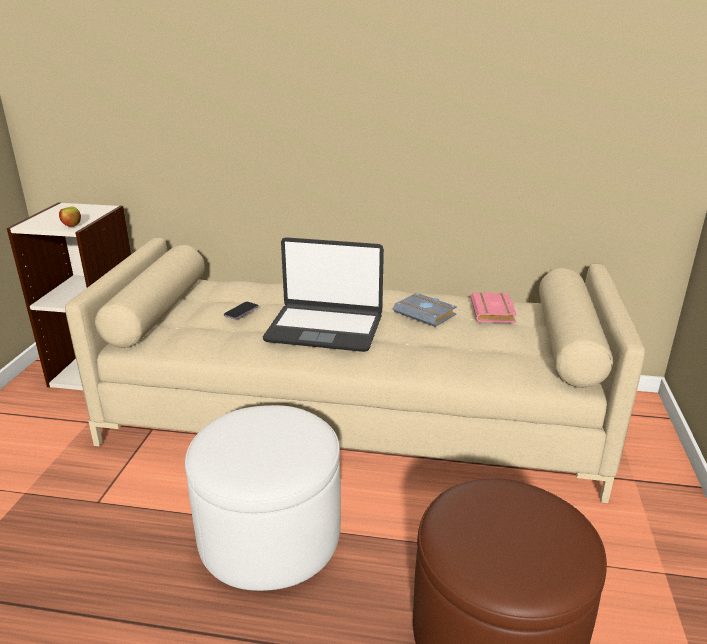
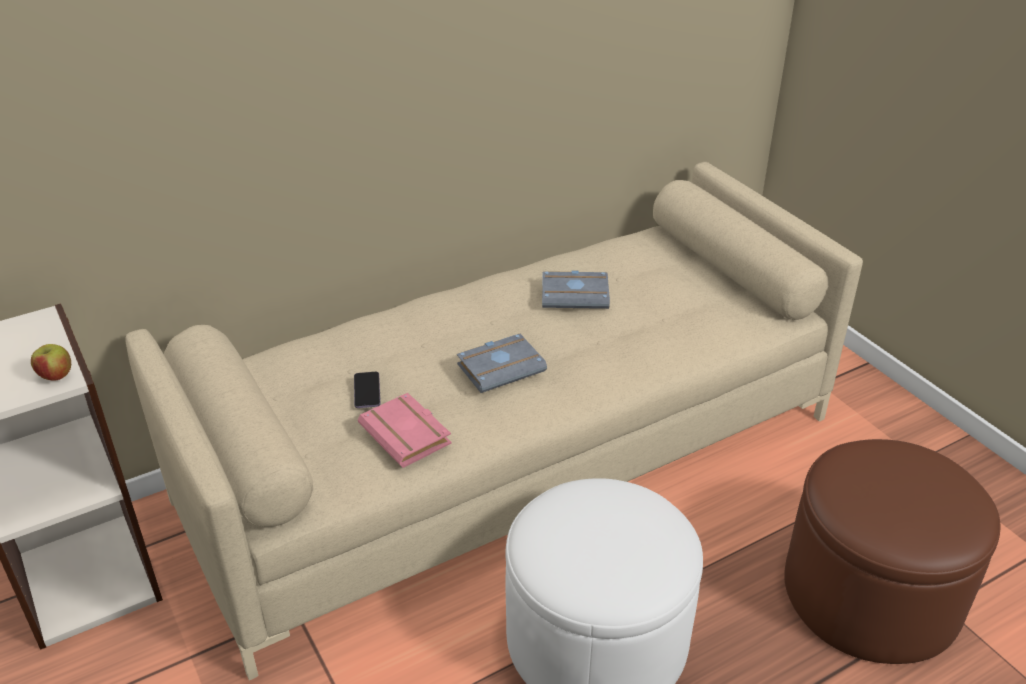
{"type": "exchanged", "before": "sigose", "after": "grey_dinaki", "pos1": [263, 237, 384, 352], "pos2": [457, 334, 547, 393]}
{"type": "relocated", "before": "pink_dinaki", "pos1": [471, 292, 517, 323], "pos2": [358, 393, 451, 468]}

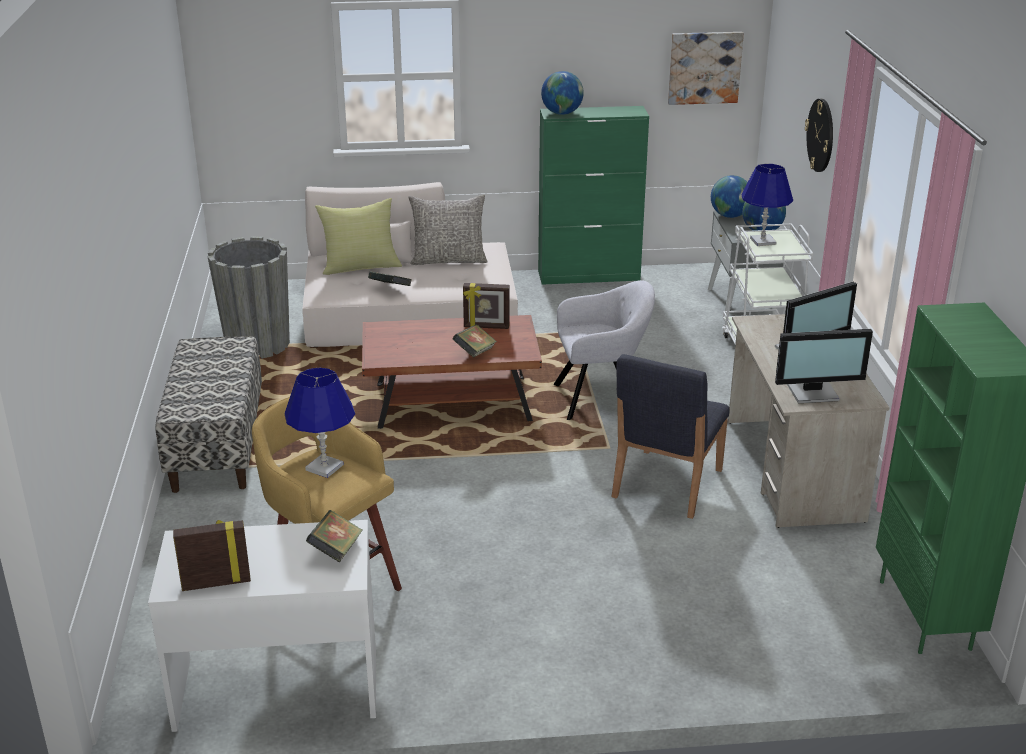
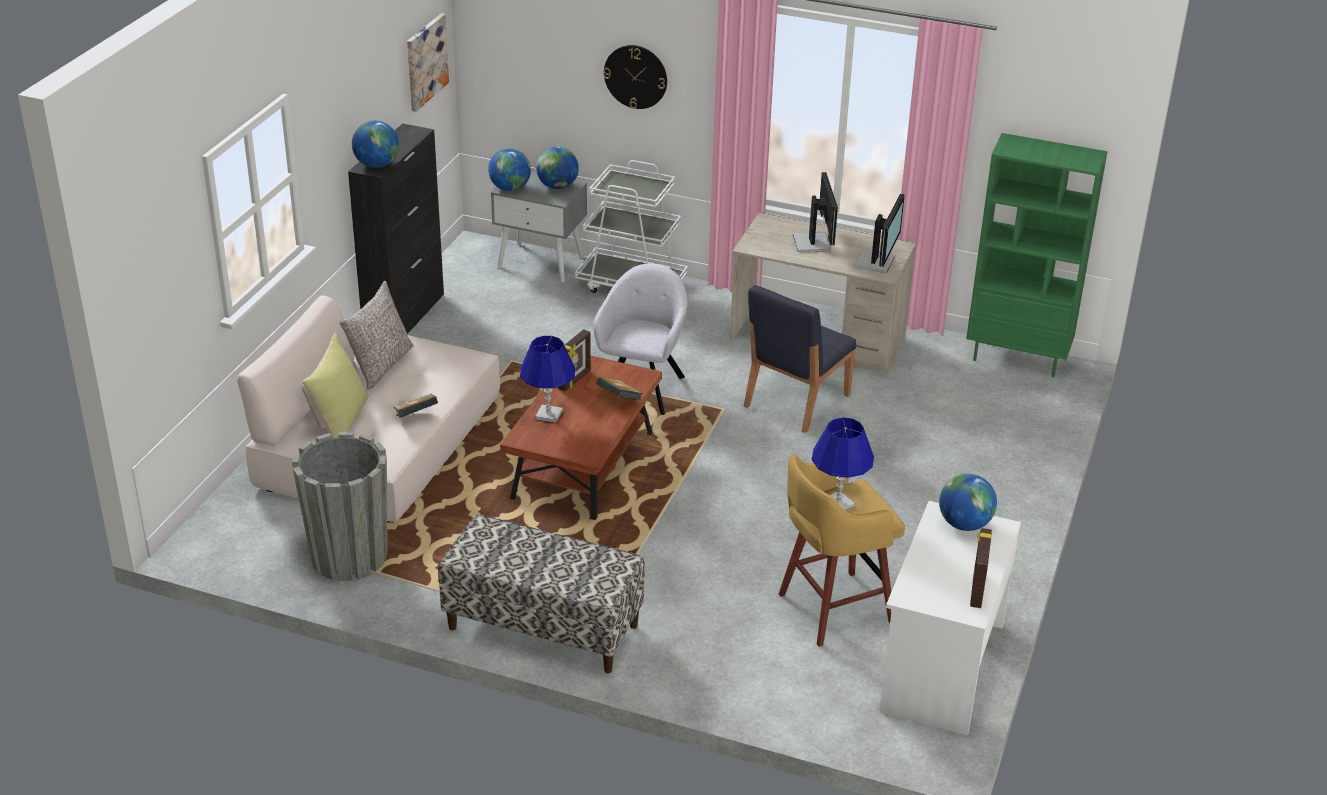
{"type": "colour", "before": "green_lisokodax", "after": "black_lisokodax", "pos1": [538, 106, 649, 285], "pos2": [348, 123, 444, 334]}
{"type": "relocated", "before": "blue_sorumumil", "pos1": [742, 164, 793, 246], "pos2": [520, 336, 575, 423]}
{"type": "spun", "before": "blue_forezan", "pos1": [612, 354, 730, 519], "pos2": [743, 285, 856, 433], "turn": 75}
{"type": "exchanged", "before": "dinaki", "after": "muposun", "pos1": [306, 510, 363, 563], "pos2": [939, 474, 997, 531]}

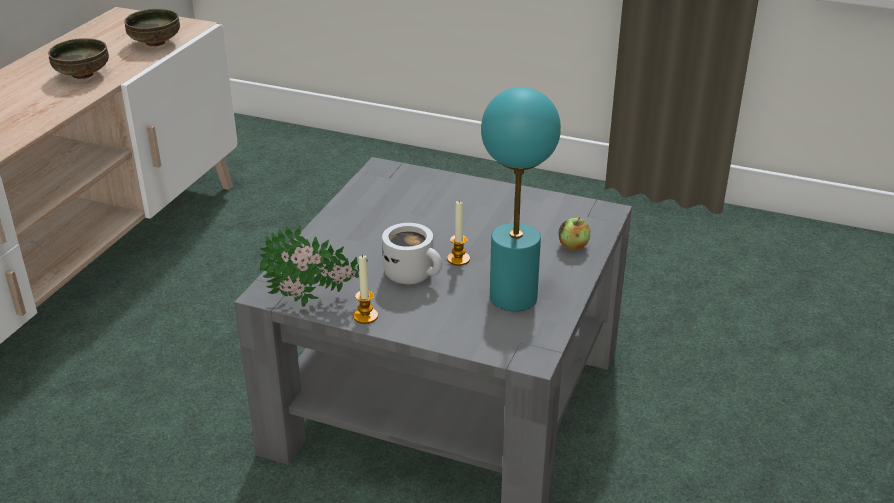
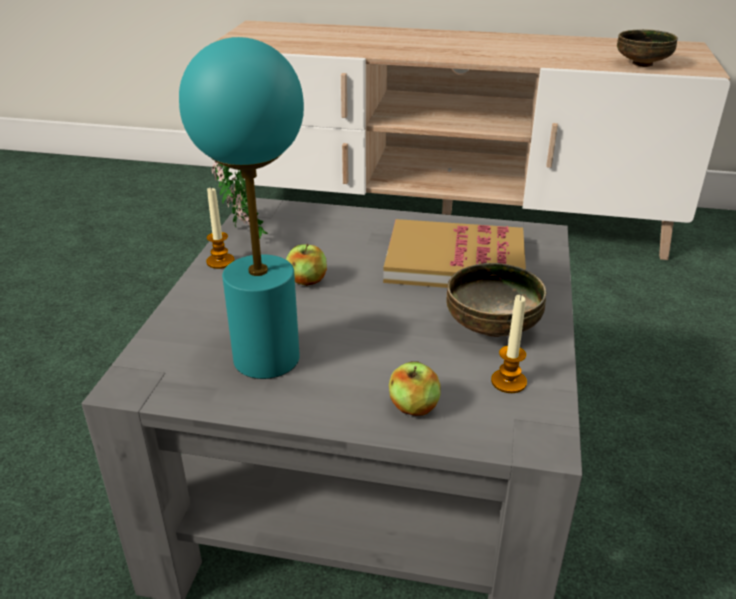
{"type": "relocated", "before": "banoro", "pos1": [48, 38, 109, 79], "pos2": [446, 263, 546, 337]}
{"type": "relocated", "before": "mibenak", "pos1": [447, 201, 470, 266], "pos2": [491, 295, 527, 393]}
{"type": "exchanged", "before": "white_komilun", "after": "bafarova", "pos1": [382, 223, 442, 284], "pos2": [286, 244, 327, 286]}
{"type": "appeared", "after": "dinaki", "pos2": [383, 219, 526, 288]}

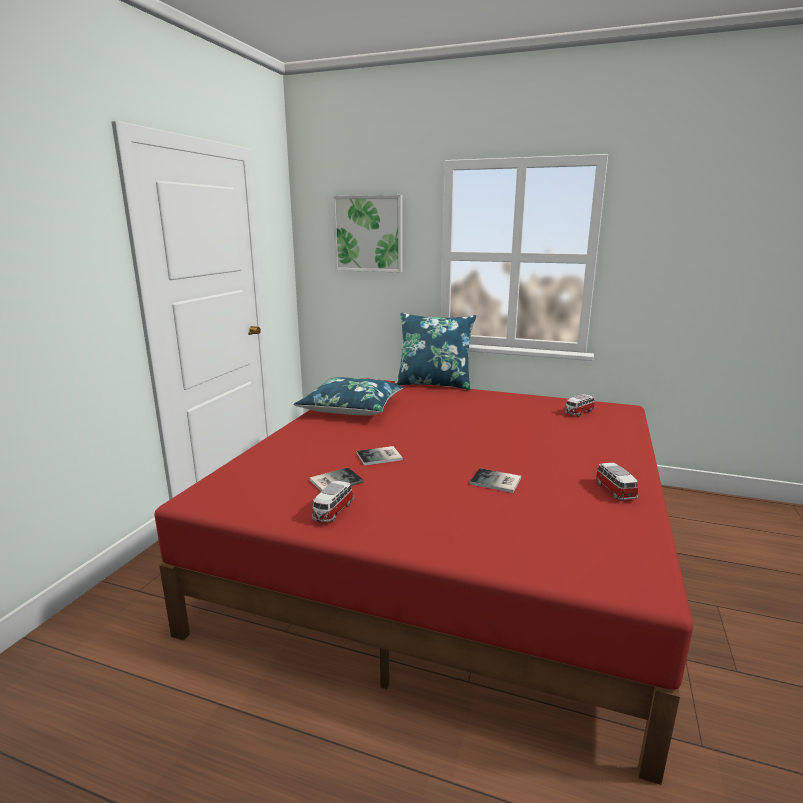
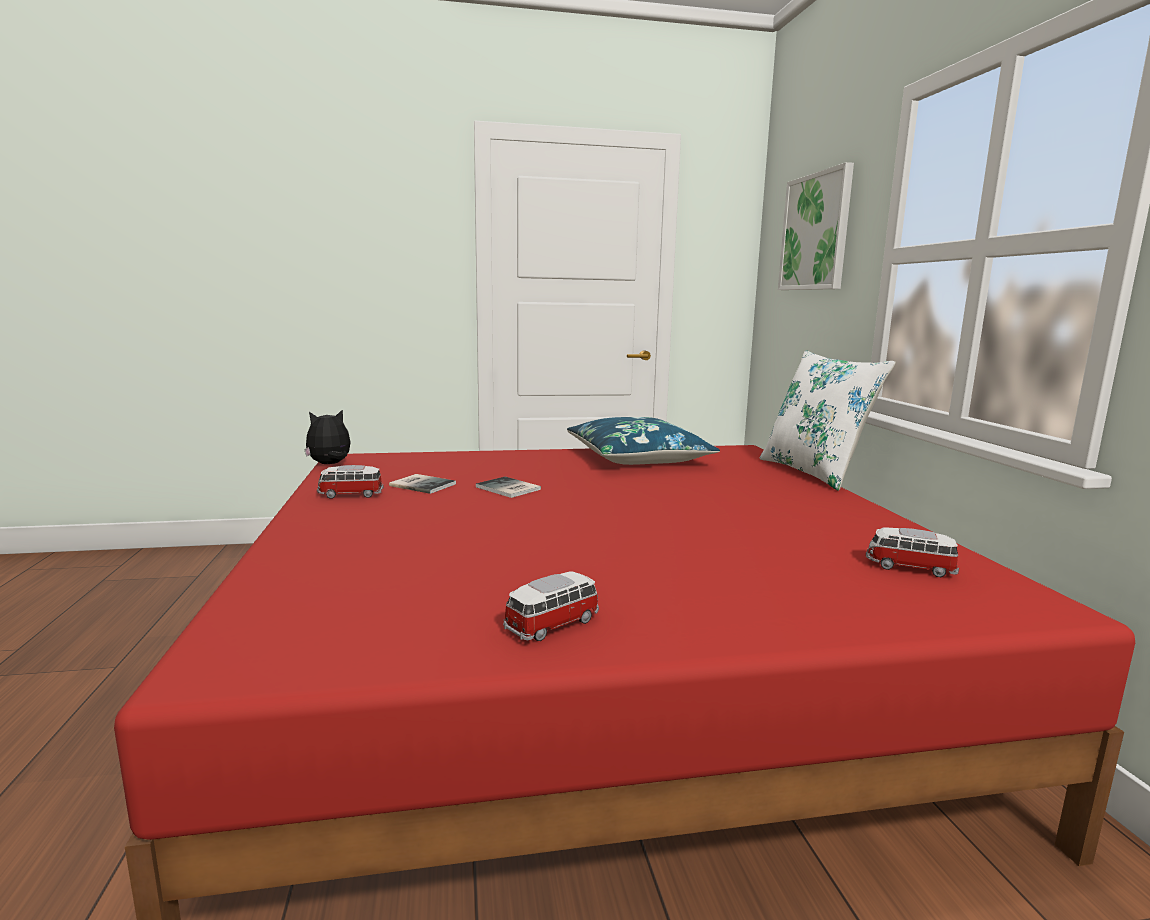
{"type": "colour", "before": "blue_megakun", "after": "white_megakun", "pos1": [395, 313, 476, 390], "pos2": [760, 351, 895, 491]}
{"type": "missing", "before": "dinaki", "pos1": [470, 468, 521, 493]}
{"type": "appeared", "after": "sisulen", "pos2": [304, 409, 351, 464]}

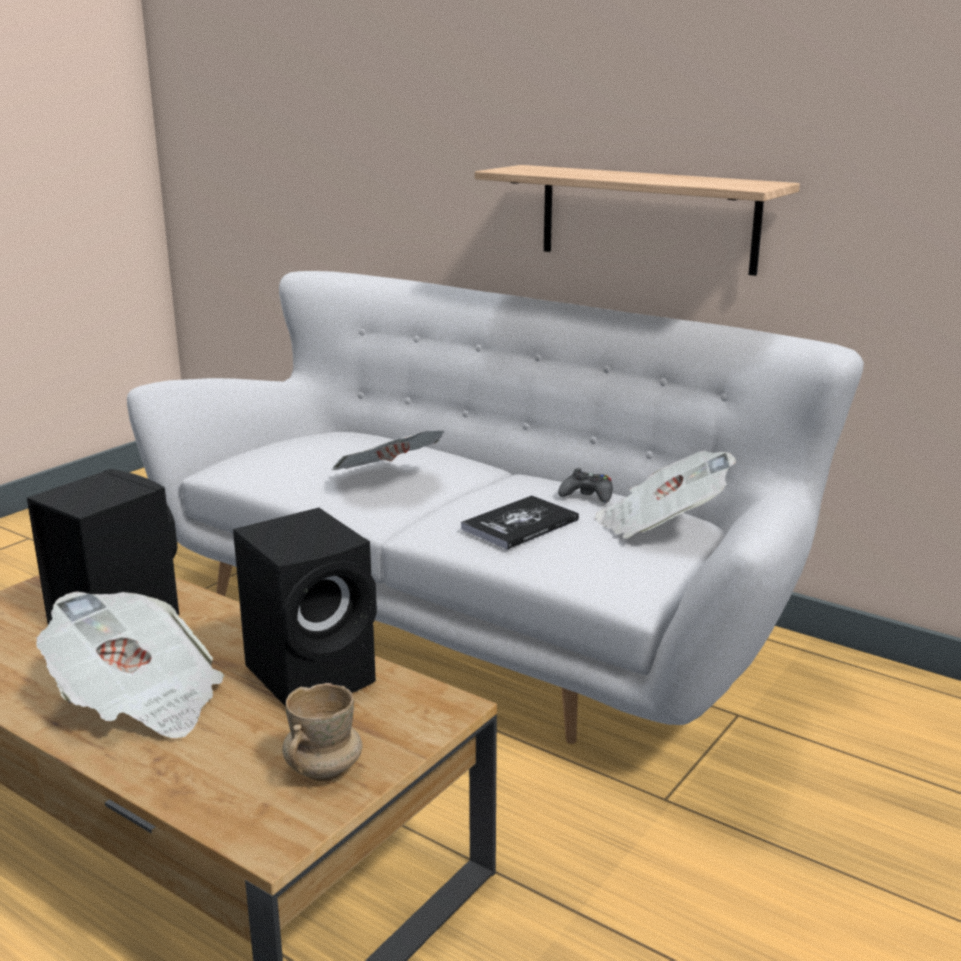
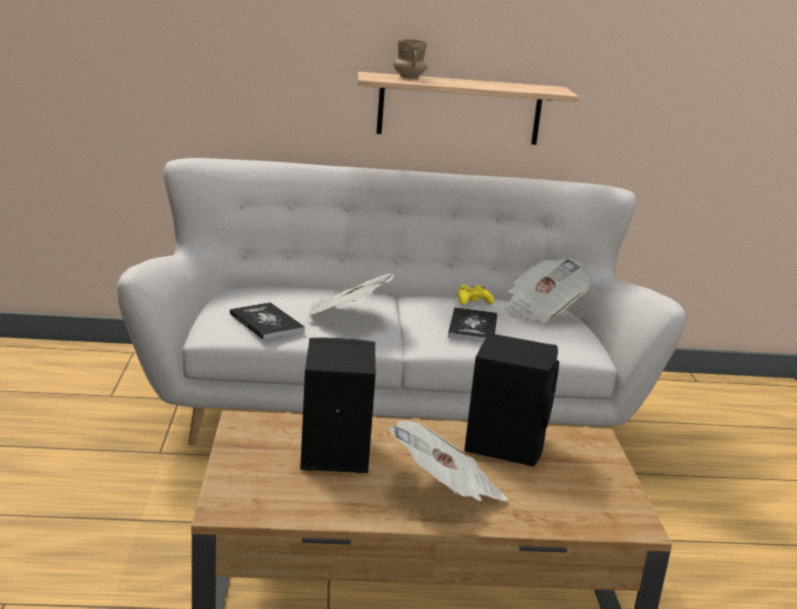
{"type": "colour", "before": "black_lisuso", "after": "yellow_lisuso", "pos1": [558, 468, 613, 503], "pos2": [457, 284, 494, 305]}
{"type": "relocated", "before": "beige_komilun", "pos1": [282, 683, 362, 781], "pos2": [393, 39, 427, 78]}
{"type": "appeared", "after": "dinaki", "pos2": [230, 302, 305, 340]}

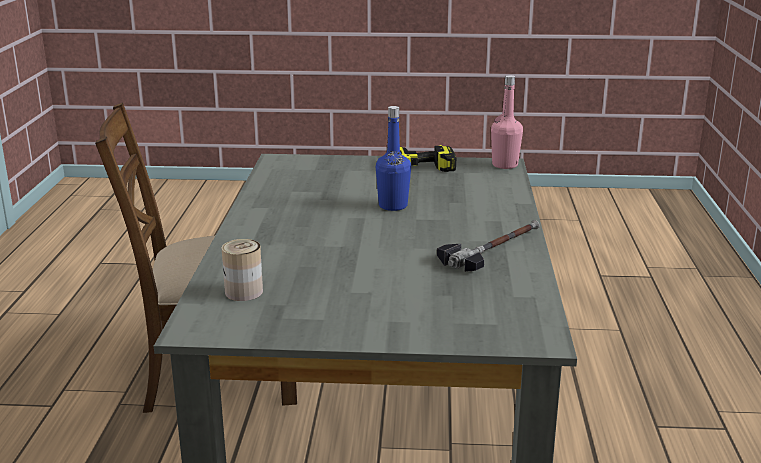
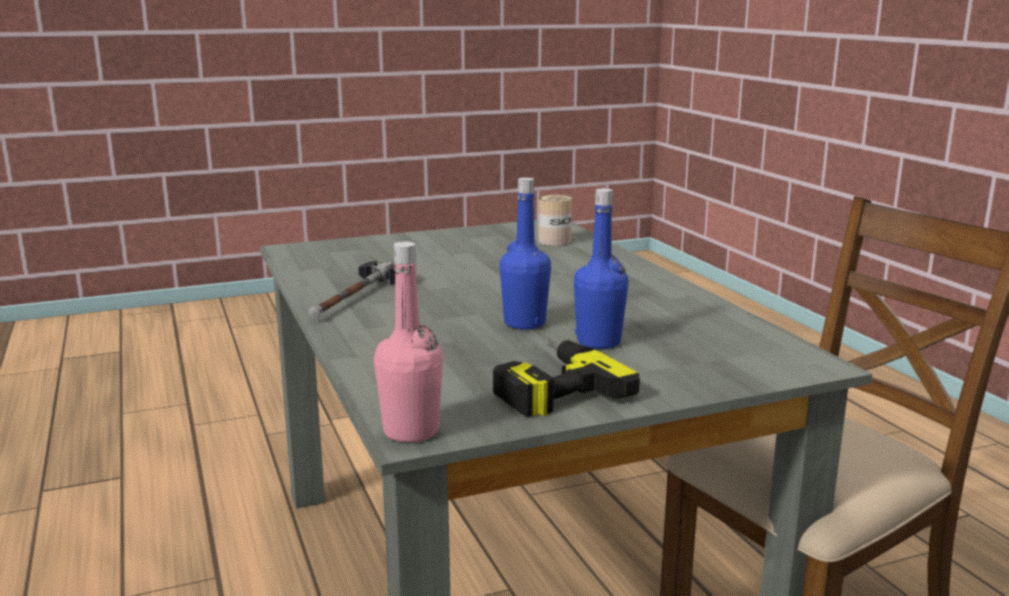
{"type": "appeared", "after": "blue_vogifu", "pos2": [574, 188, 628, 349]}

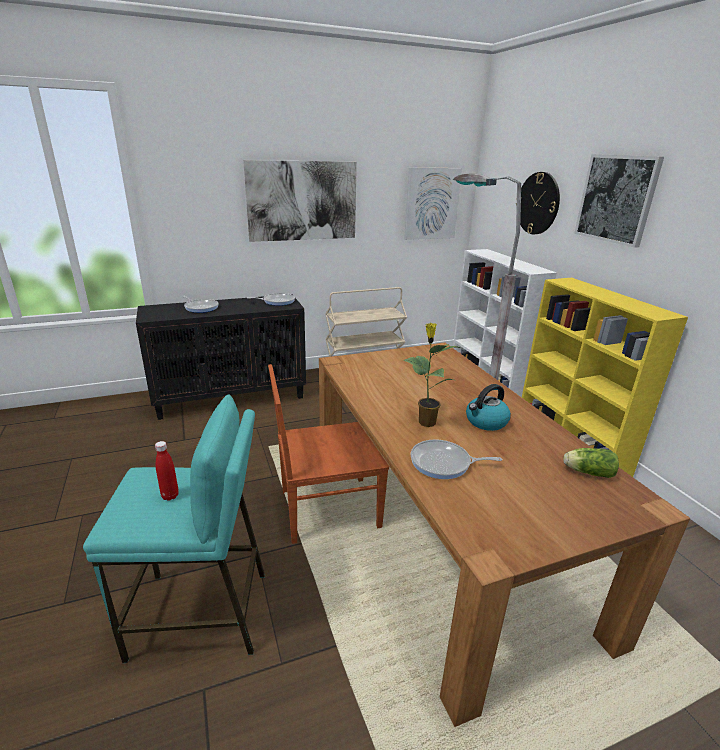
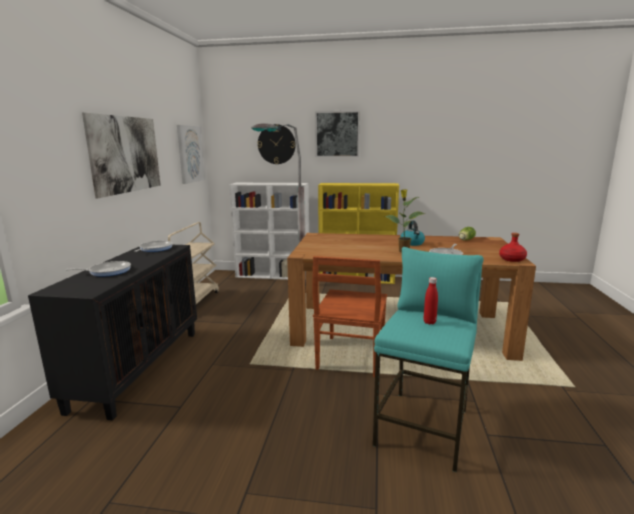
{"type": "appeared", "after": "red_vogifu", "pos2": [499, 233, 527, 262]}

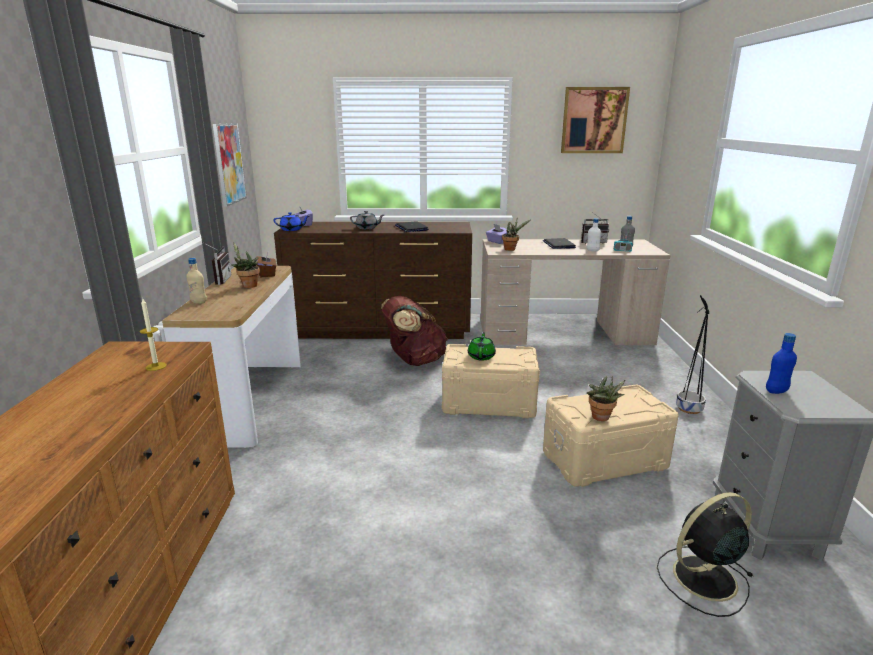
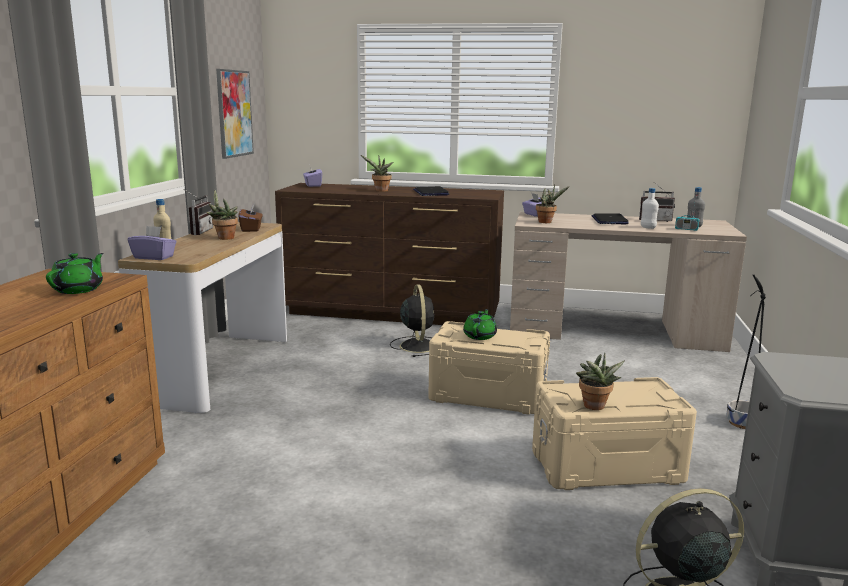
{"type": "missing", "before": "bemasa", "pos1": [561, 87, 630, 153]}
{"type": "exchanged", "before": "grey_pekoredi", "after": "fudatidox", "pos1": [350, 211, 384, 229], "pos2": [361, 155, 394, 192]}
{"type": "missing", "before": "blue_pekoredi", "pos1": [274, 212, 309, 231]}
{"type": "exchanged", "before": "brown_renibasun", "after": "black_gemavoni", "pos1": [381, 296, 448, 366], "pos2": [390, 285, 434, 357]}
{"type": "exchanged", "before": "mibenak", "after": "green_pekoredi", "pos1": [140, 299, 167, 371], "pos2": [46, 253, 104, 294]}
{"type": "missing", "before": "blue_vogifu", "pos1": [766, 333, 797, 394]}
{"type": "appeared", "after": "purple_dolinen", "pos2": [128, 226, 176, 260]}

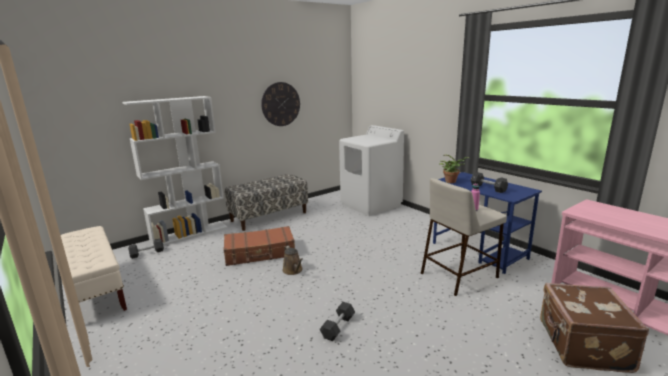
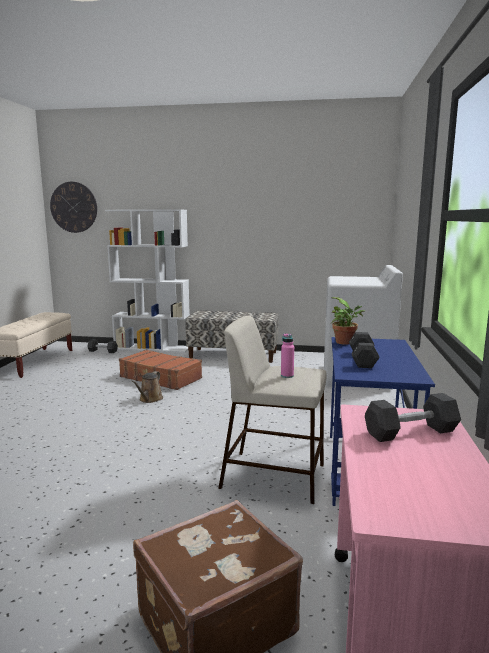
{"type": "relocated", "before": "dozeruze", "pos1": [261, 82, 300, 126], "pos2": [50, 182, 97, 233]}
{"type": "relocated", "before": "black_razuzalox", "pos1": [320, 302, 355, 341], "pos2": [365, 393, 461, 442]}

